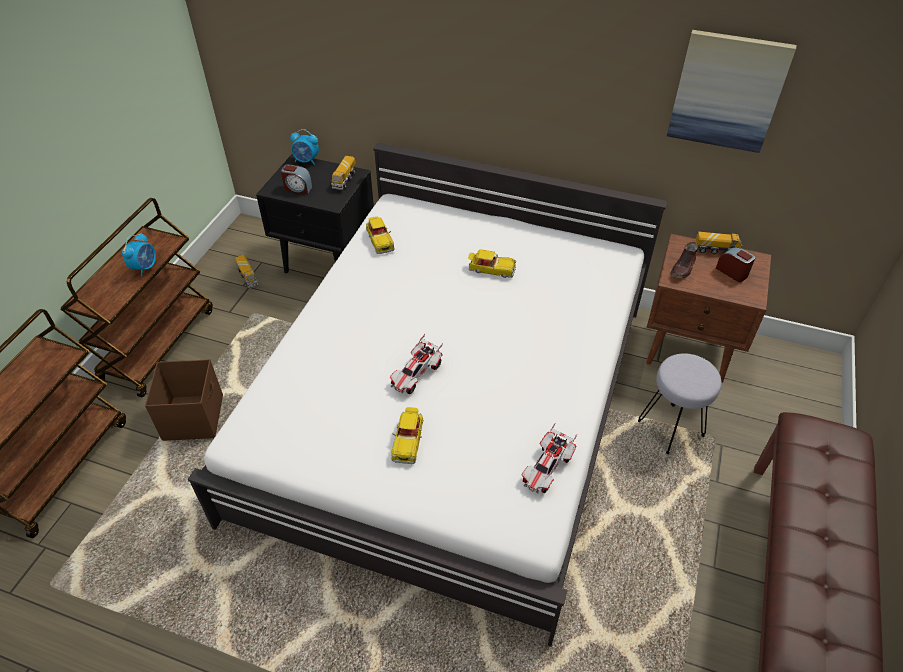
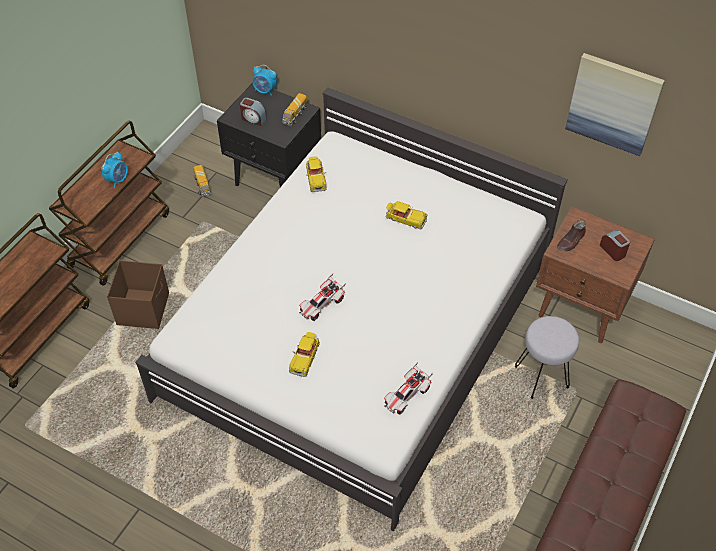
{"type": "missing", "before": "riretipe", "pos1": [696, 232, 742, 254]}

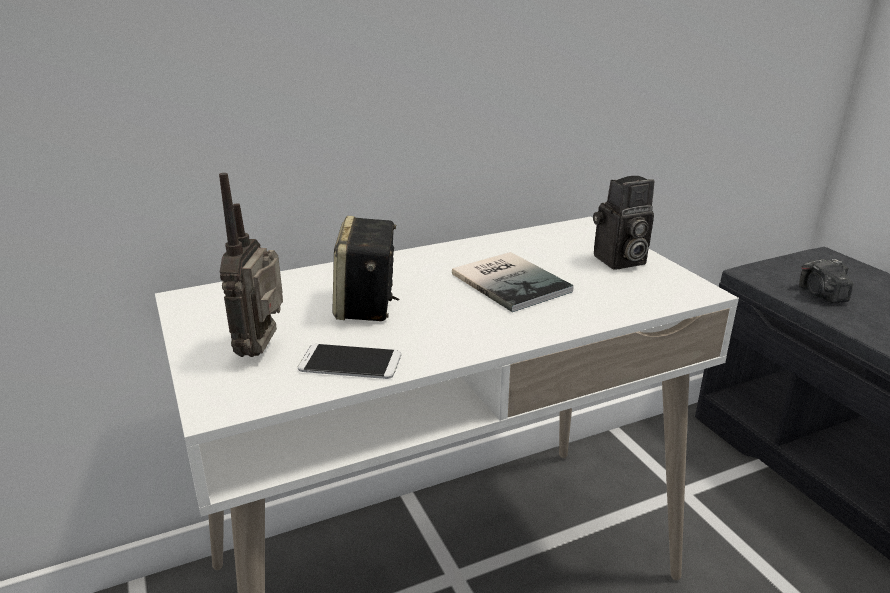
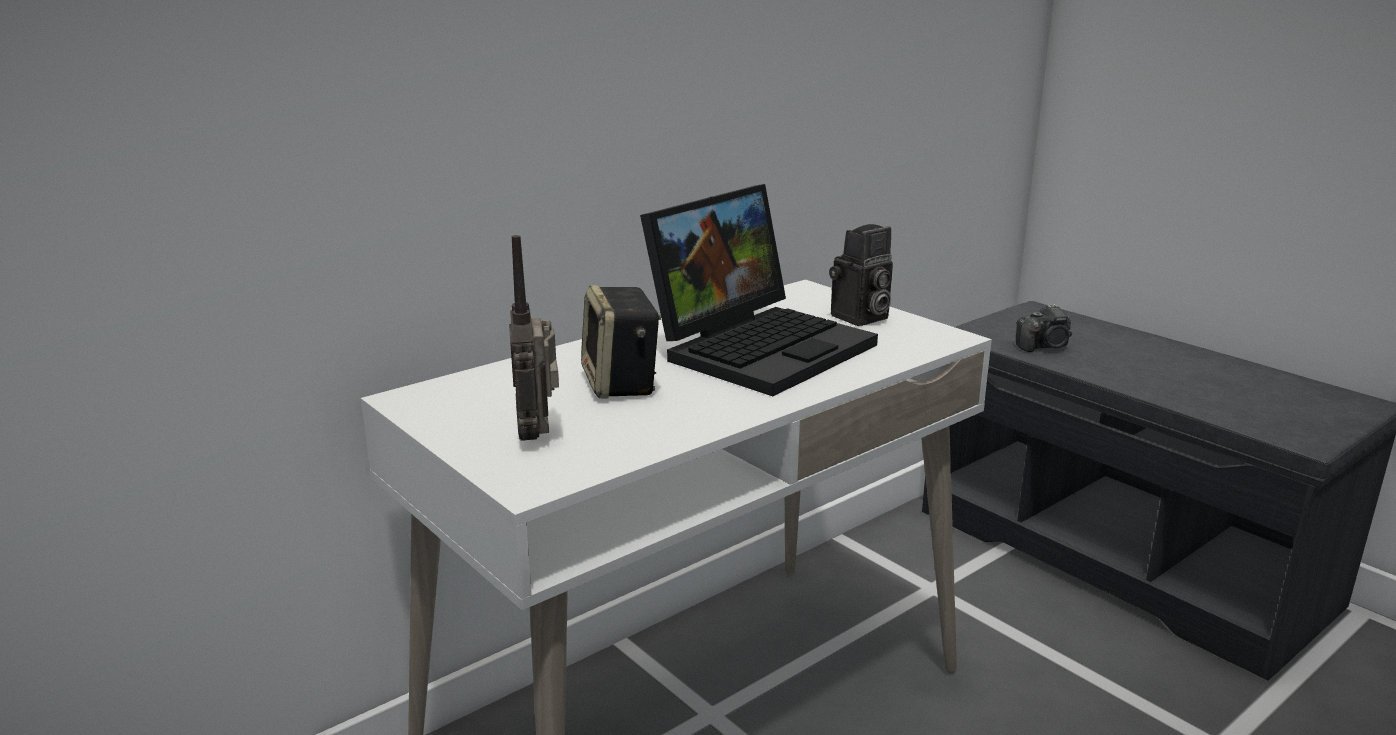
{"type": "exchanged", "before": "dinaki", "after": "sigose", "pos1": [452, 252, 574, 312], "pos2": [640, 184, 878, 396]}
{"type": "spun", "before": "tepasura", "pos1": [799, 259, 853, 303], "pos2": [1016, 304, 1072, 352], "turn": -75}
{"type": "missing", "before": "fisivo", "pos1": [298, 344, 401, 379]}

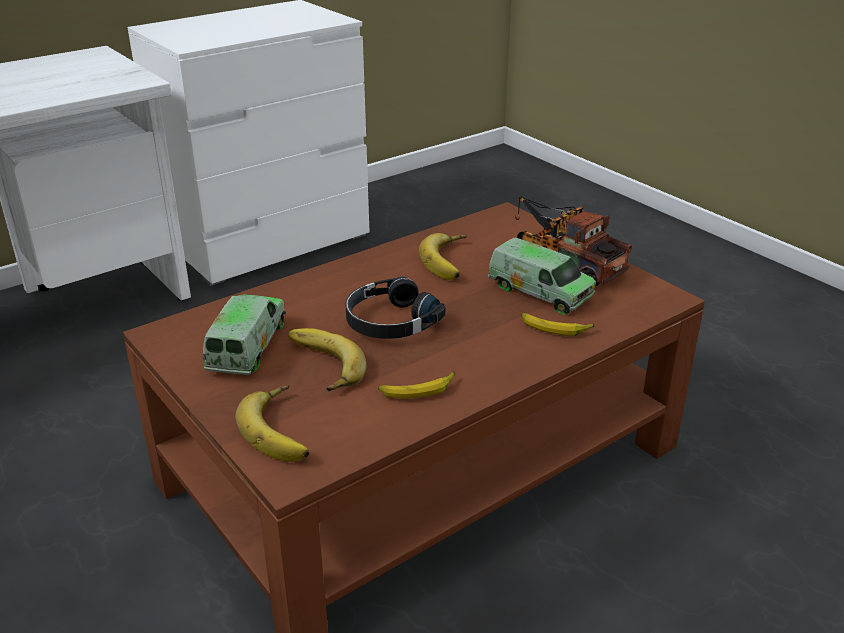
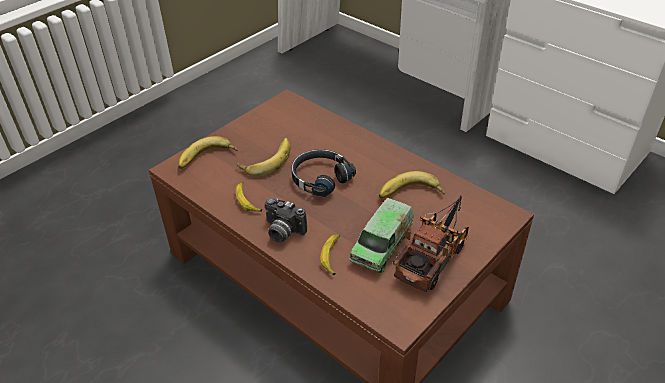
{"type": "missing", "before": "riretipe", "pos1": [203, 294, 286, 375]}
{"type": "appeared", "after": "tepasura", "pos2": [265, 198, 307, 243]}

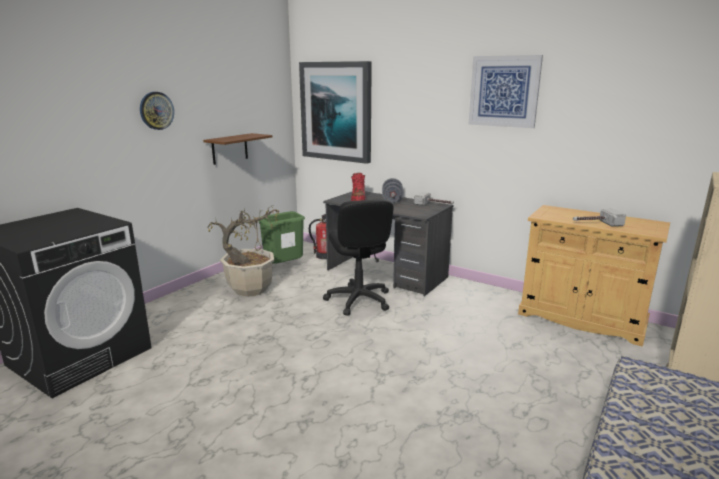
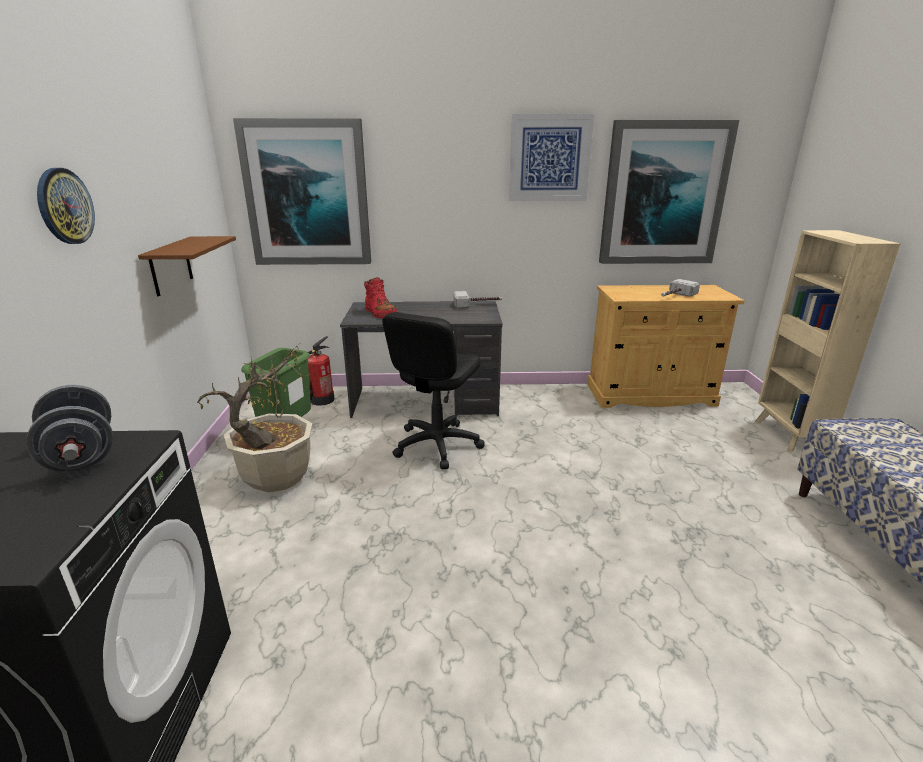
{"type": "relocated", "before": "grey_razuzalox", "pos1": [382, 178, 404, 204], "pos2": [26, 385, 113, 472]}
{"type": "spun", "before": "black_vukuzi", "pos1": [323, 199, 394, 316], "pos2": [382, 312, 485, 469], "turn": 75}
{"type": "appeared", "after": "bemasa", "pos2": [599, 120, 739, 264]}

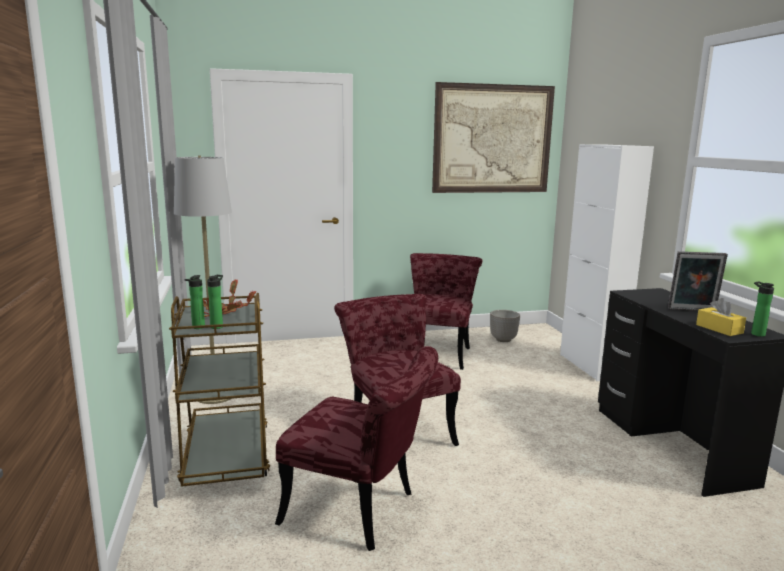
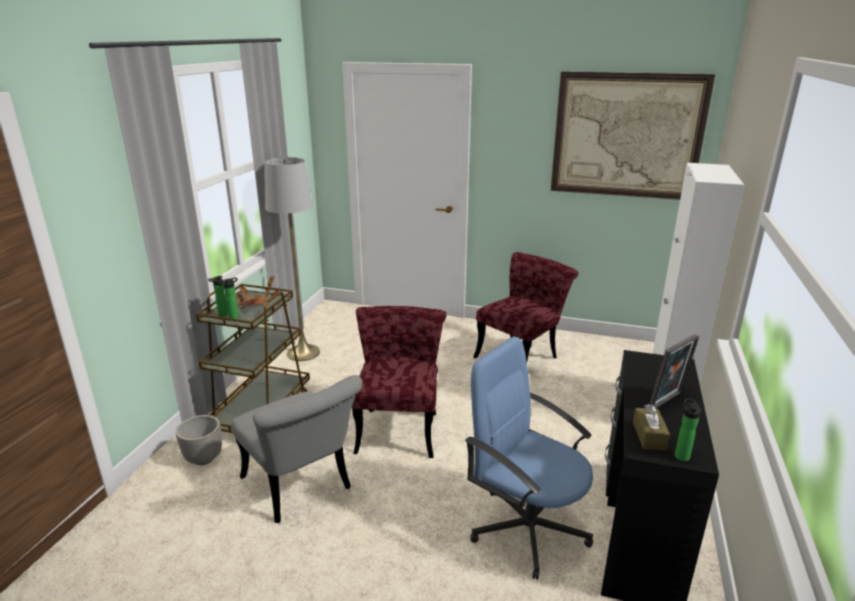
{"type": "spun", "before": "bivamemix", "pos1": [668, 251, 728, 311], "pos2": [649, 334, 699, 409], "turn": -75}
{"type": "colour", "before": "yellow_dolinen", "after": "brown_dolinen", "pos1": [696, 298, 746, 336], "pos2": [633, 404, 670, 450]}
{"type": "relocated", "before": "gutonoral", "pos1": [490, 310, 520, 342], "pos2": [176, 415, 222, 465]}
{"type": "colour", "before": "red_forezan", "after": "grey_forezan", "pos1": [275, 346, 438, 551], "pos2": [231, 375, 362, 523]}
{"type": "appeared", "after": "blue_vukuzi", "pos2": [465, 337, 593, 580]}

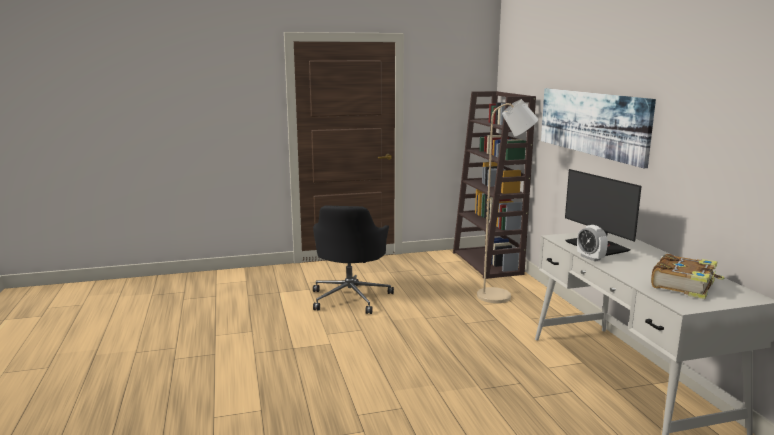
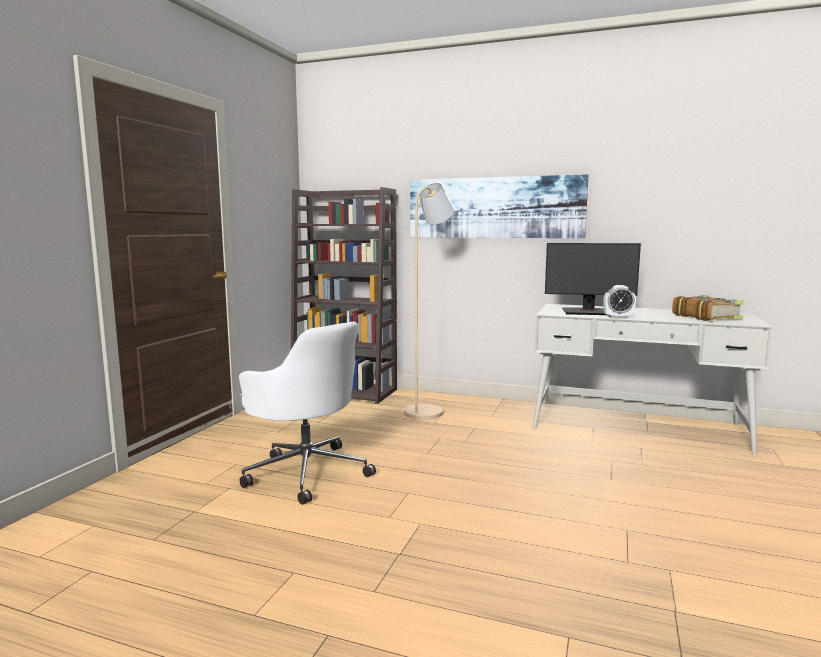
{"type": "colour", "before": "black_vukuzi", "after": "white_vukuzi", "pos1": [313, 205, 394, 314], "pos2": [239, 321, 376, 505]}

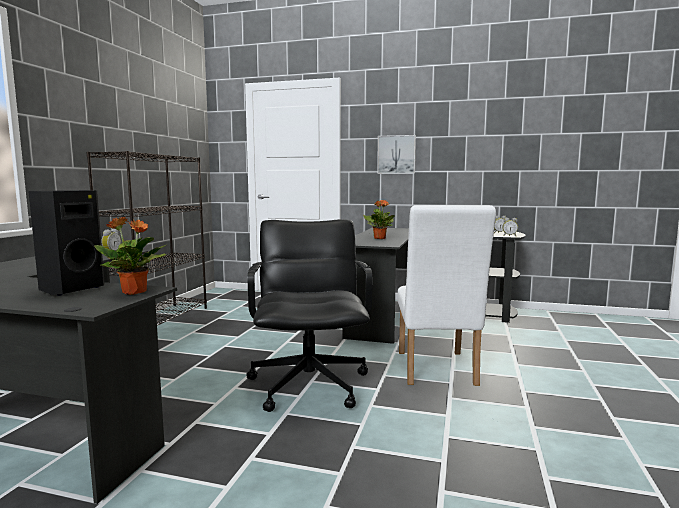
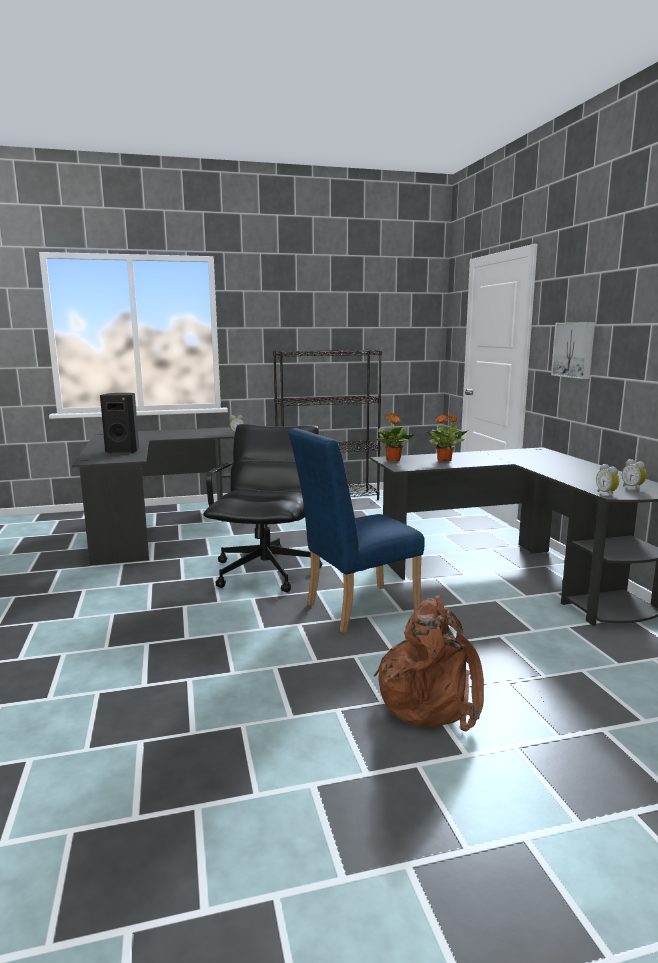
{"type": "colour", "before": "white_forezan", "after": "blue_forezan", "pos1": [397, 205, 496, 386], "pos2": [288, 428, 425, 633]}
{"type": "relocated", "before": "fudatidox", "pos1": [94, 217, 167, 295], "pos2": [377, 413, 414, 461]}
{"type": "spun", "before": "black_vukuzi", "pos1": [246, 219, 373, 412], "pos2": [204, 424, 323, 592], "turn": -45}
{"type": "appeared", "after": "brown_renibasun", "pos2": [374, 595, 484, 731]}

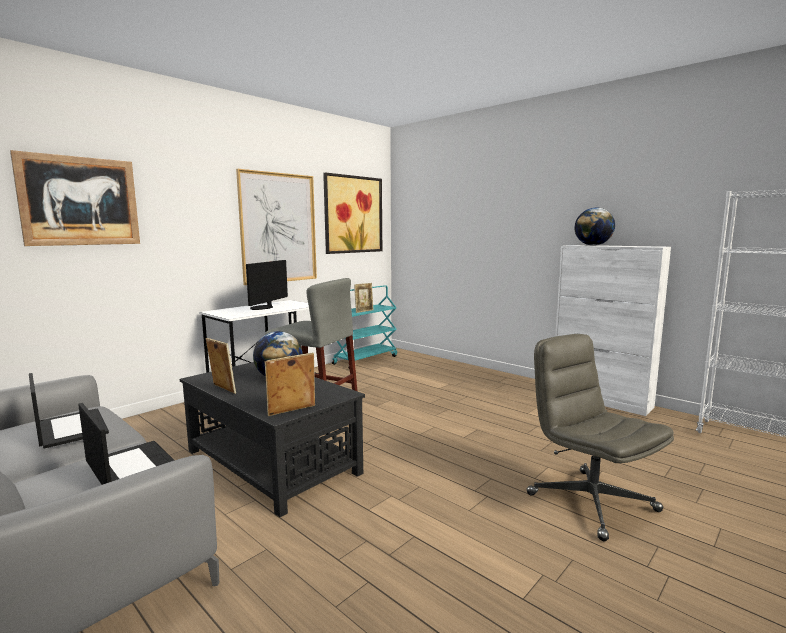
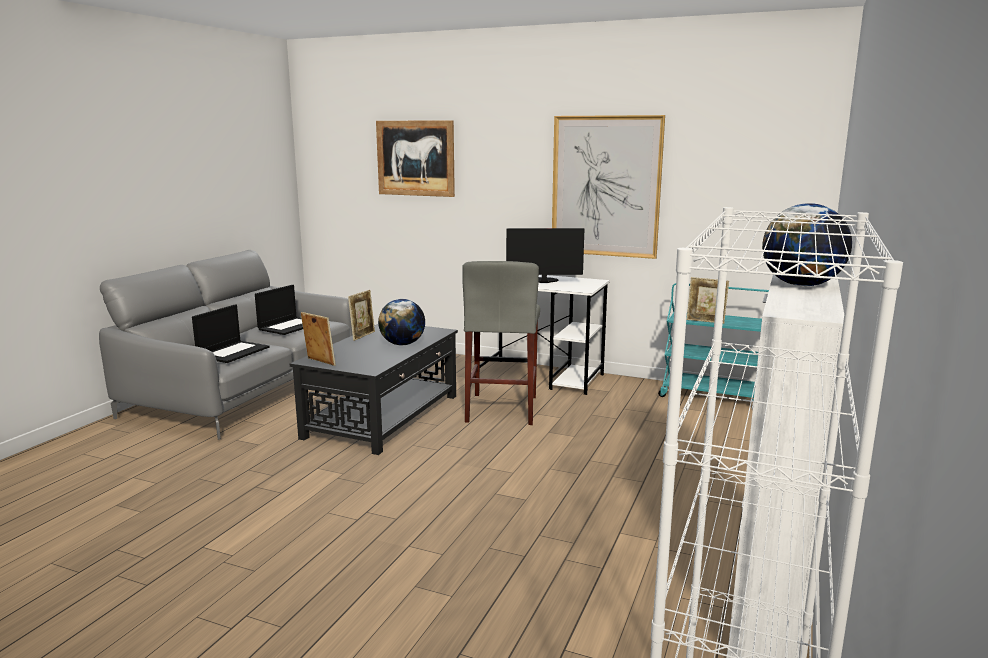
{"type": "missing", "before": "bemasa", "pos1": [323, 172, 382, 254]}
{"type": "missing", "before": "grey_vukuzi", "pos1": [527, 334, 674, 541]}

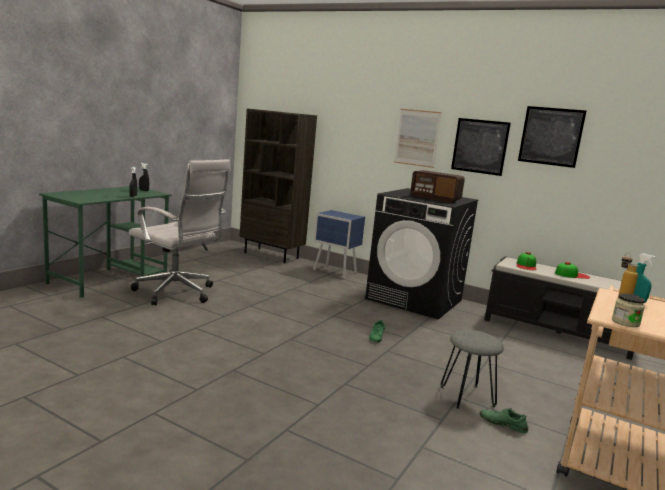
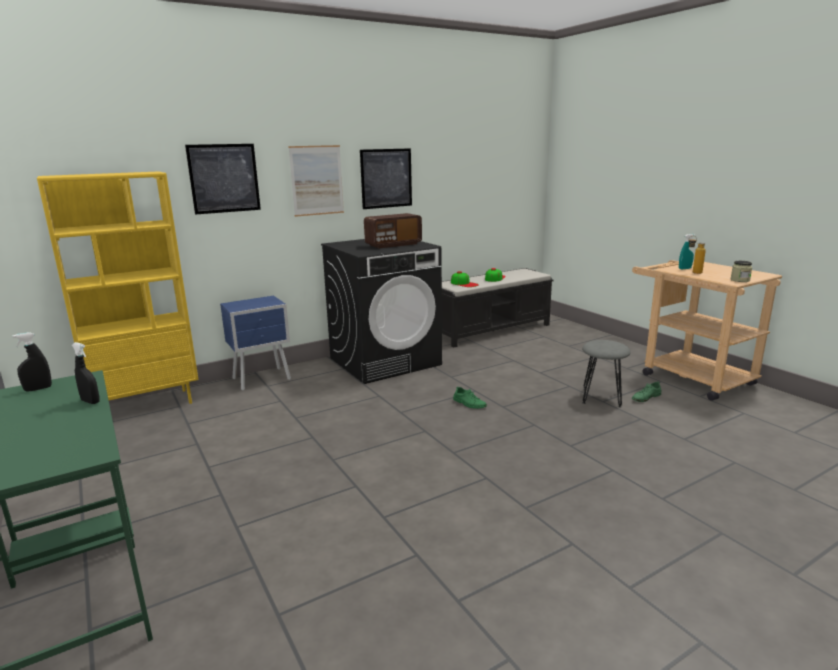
{"type": "relocated", "before": "bemasa", "pos1": [518, 106, 586, 168], "pos2": [185, 144, 261, 215]}
{"type": "colour", "before": "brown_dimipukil", "after": "yellow_dimipukil", "pos1": [240, 109, 317, 263], "pos2": [37, 171, 199, 404]}
{"type": "missing", "before": "white_vukuzi", "pos1": [129, 159, 231, 305]}

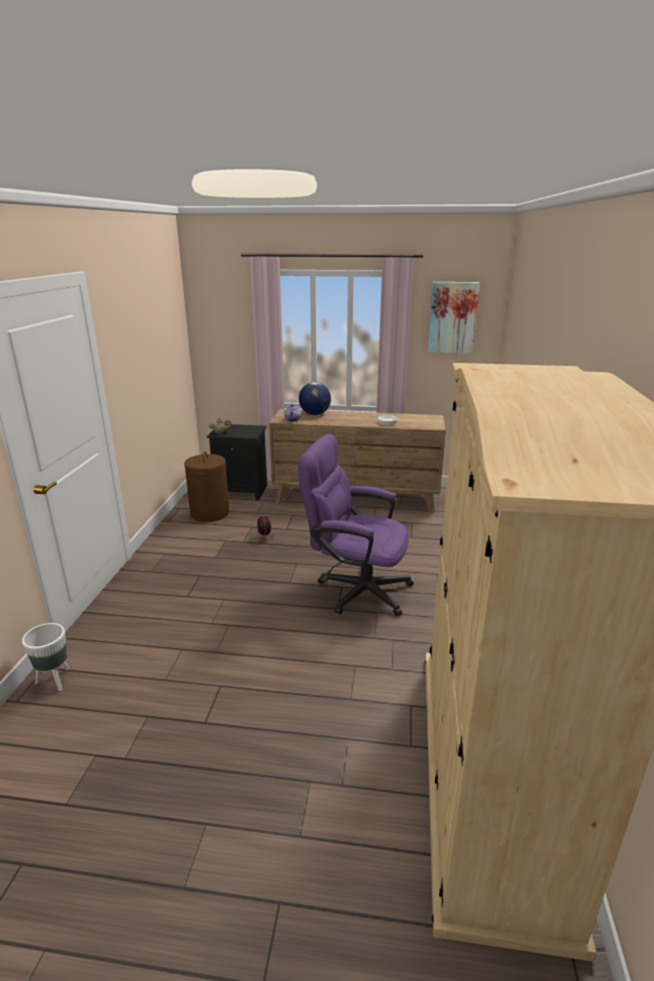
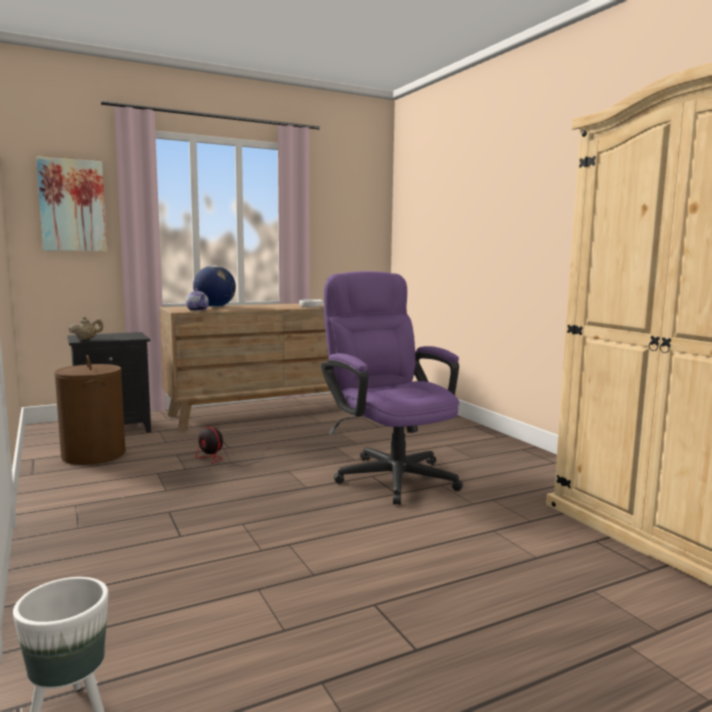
{"type": "relocated", "before": "bemasa", "pos1": [428, 282, 480, 354], "pos2": [36, 157, 107, 251]}
{"type": "spun", "before": "purple_vukuzi", "pos1": [298, 434, 414, 616], "pos2": [321, 271, 463, 505], "turn": 75}

